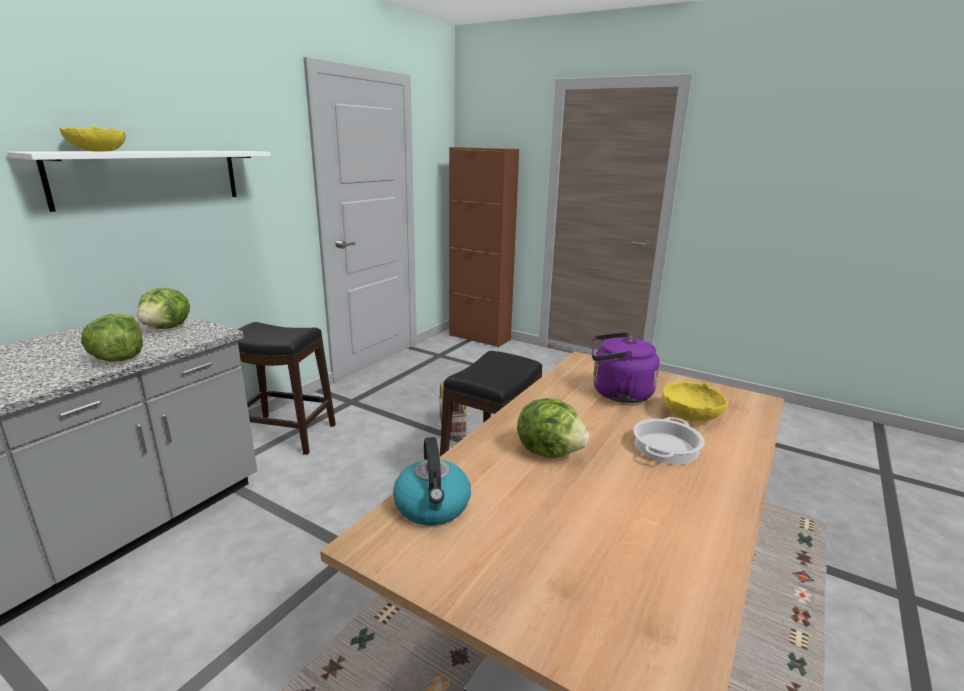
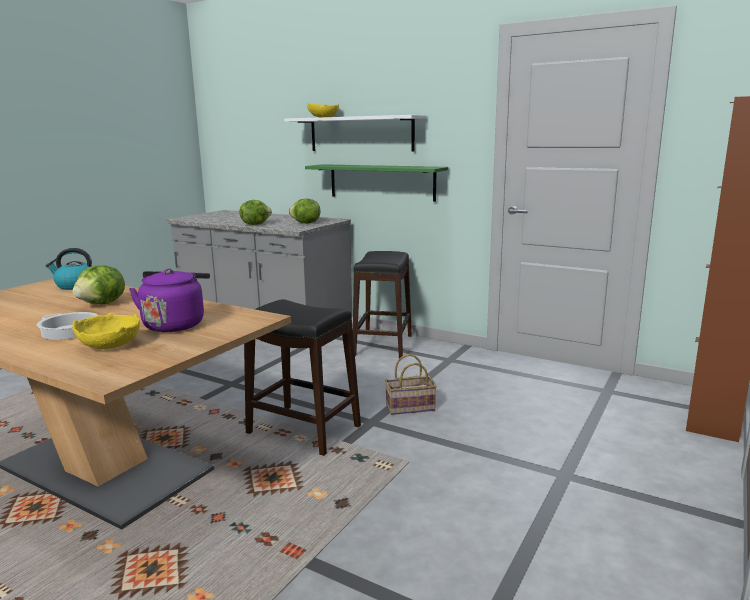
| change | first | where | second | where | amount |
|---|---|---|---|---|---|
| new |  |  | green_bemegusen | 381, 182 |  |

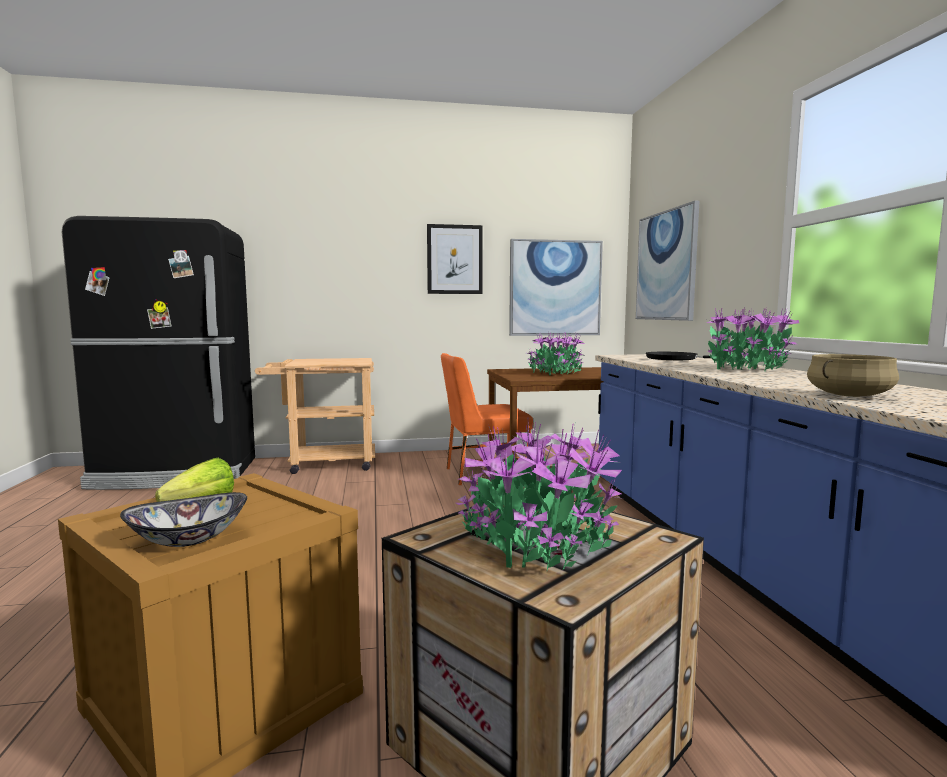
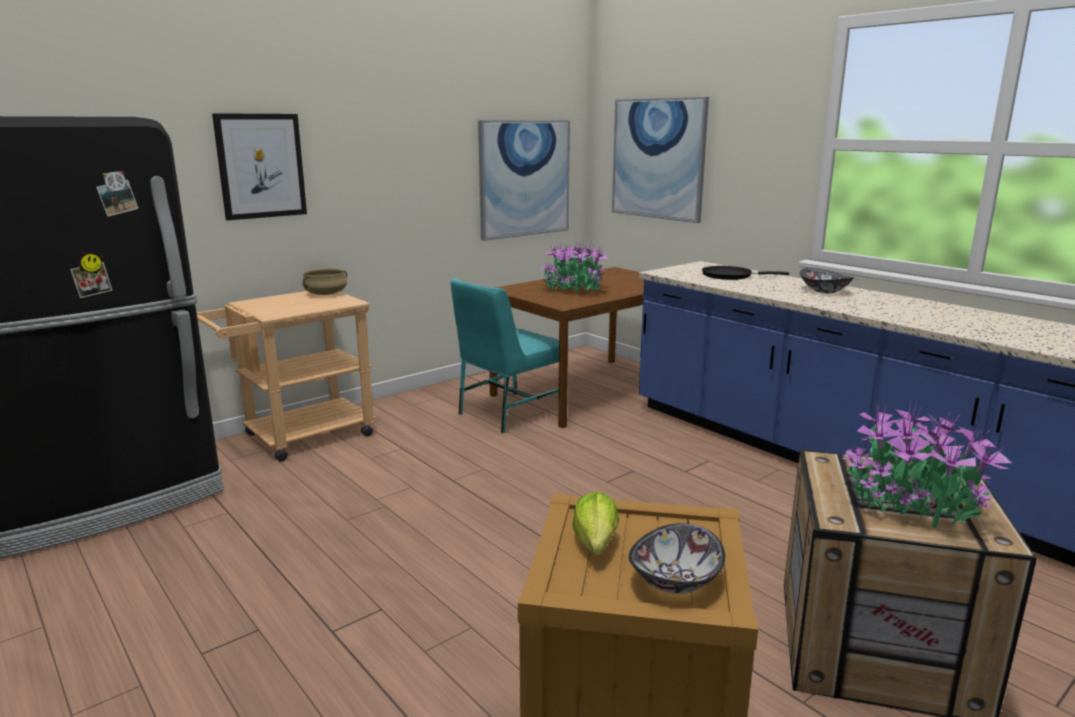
| change | first | where | second | where | amount |
|---|---|---|---|---|---|
| shifted | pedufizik | 454, 259 |  | 261, 166 |  |
| shifted | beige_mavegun | 850, 396 |  | 326, 294 |  |
| repainted | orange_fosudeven | 484, 474 | turquoise_fosudeven | 508, 413 |  |
| swapped | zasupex | 746, 369 | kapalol | 823, 291 |  |

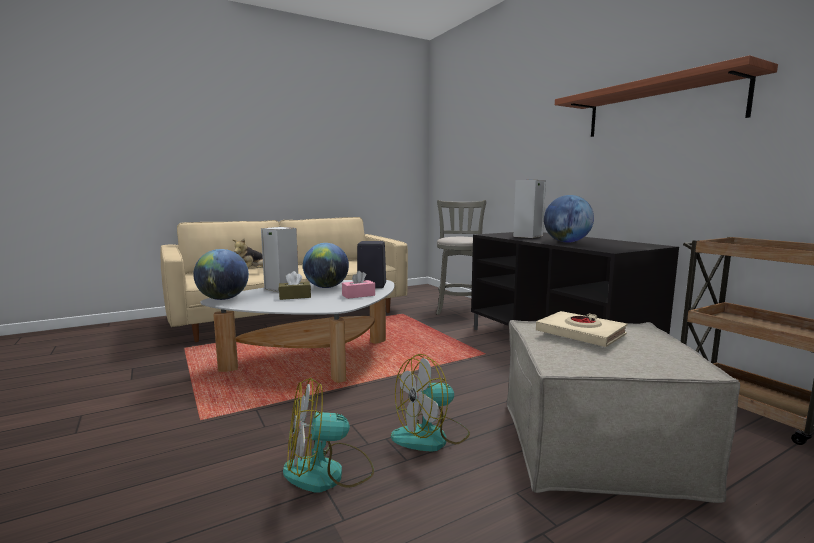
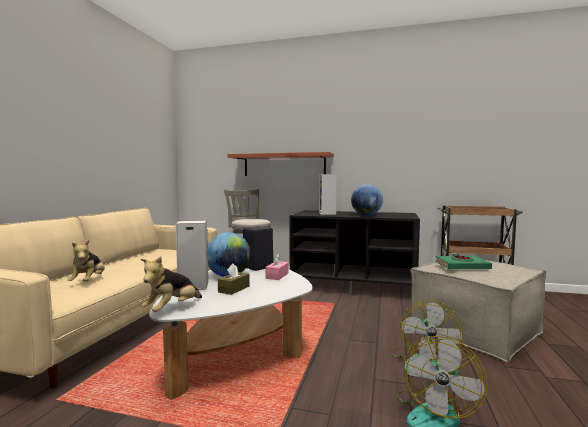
| change | first | where | second | where | amount |
|---|---|---|---|---|---|
| swapped | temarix | 223, 299 | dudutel | 172, 309 |  |
| shifted | bemegusen | 660, 108 |  | 284, 165 |  |
| repainted | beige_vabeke | 580, 334 | green_vabeke | 462, 266 |  |

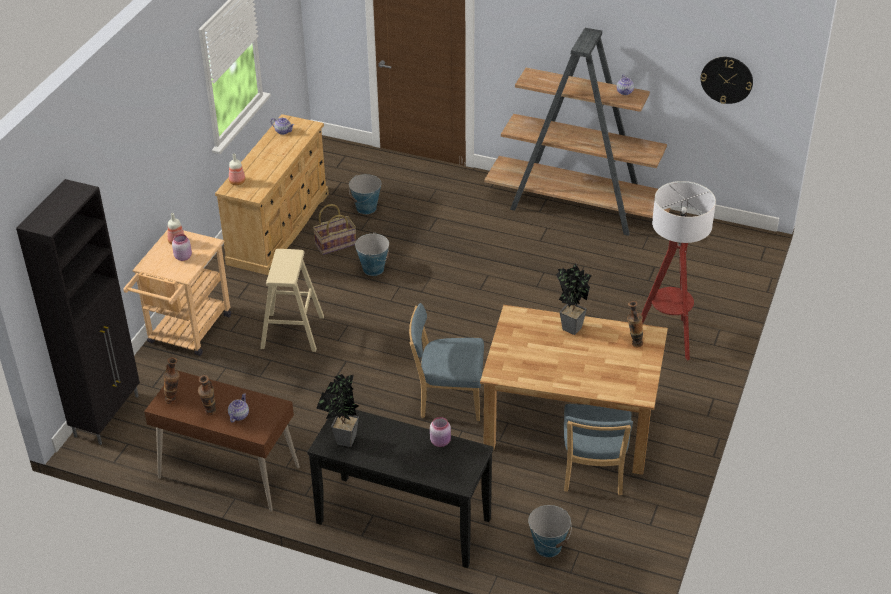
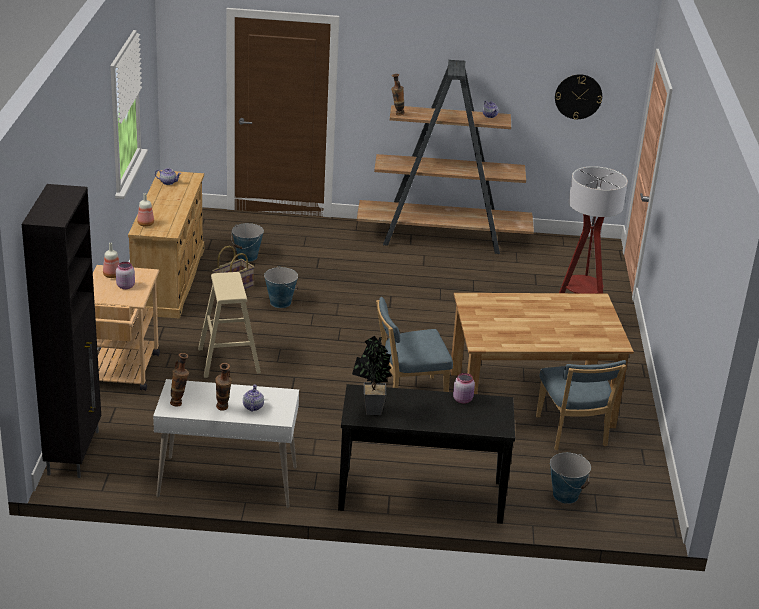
| change | first | where | second | where | amount |
|---|---|---|---|---|---|
| repainted | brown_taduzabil | 228, 473 | white_taduzabil | 227, 482 |  |
| shifted | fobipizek | 633, 343 |  | 396, 114 |  |
| gone | zasupex | 570, 326 |  |  |  |

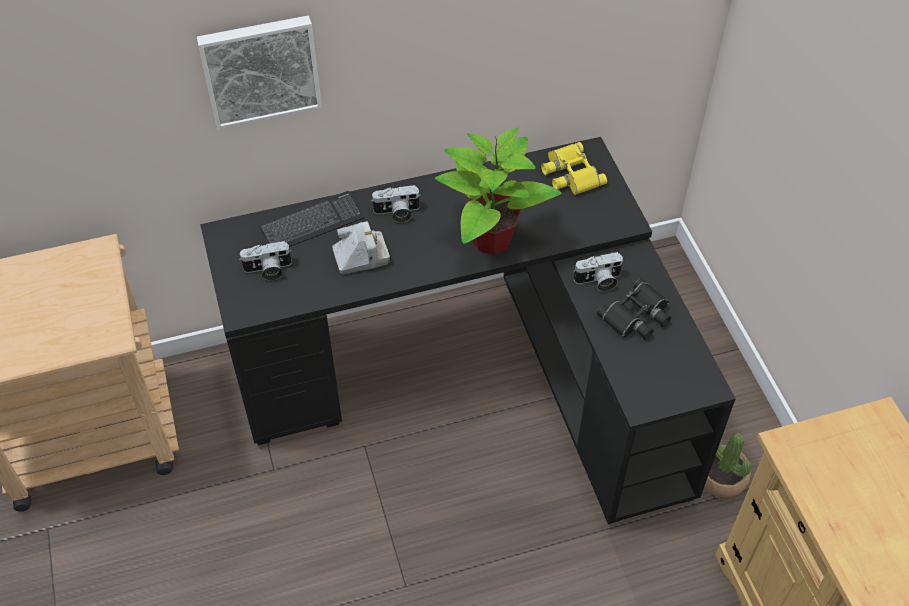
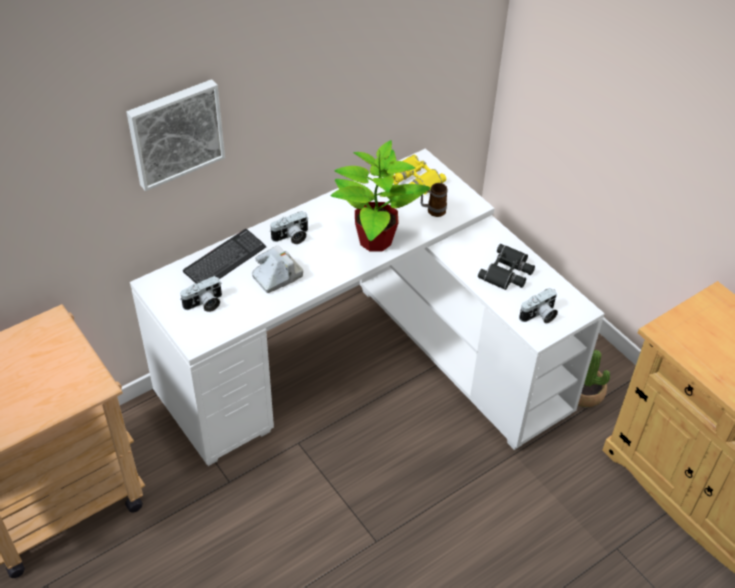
| change | first | where | second | where | amount |
|---|---|---|---|---|---|
| repainted | black_taduzabil | 478, 373 | white_taduzabil | 367, 363 |  |
| new |  |  | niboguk | 432, 211 |  |
| shifted | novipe | 598, 281 |  | 539, 316 |  |

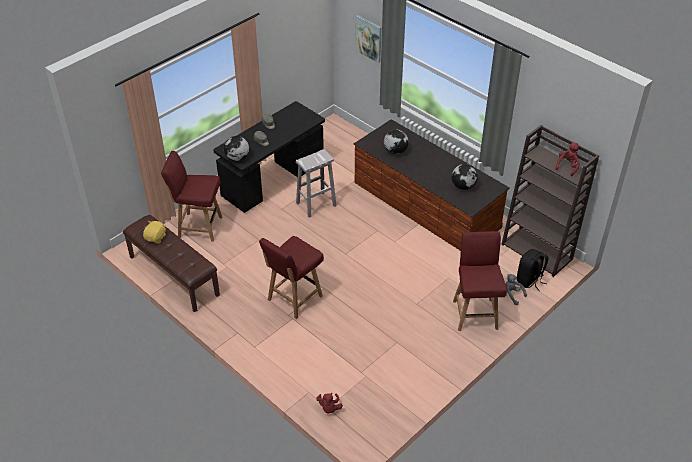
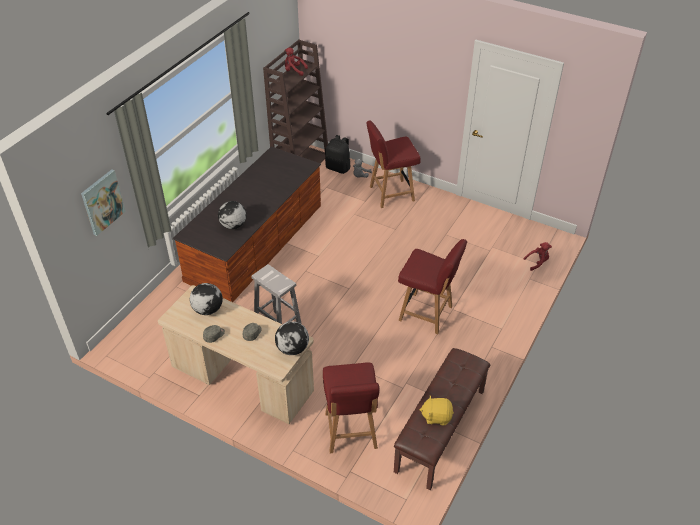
| change | first | where | second | where | amount |
|---|---|---|---|---|---|
| repainted | black_taduzabil | 273, 179 | beige_taduzabil | 242, 380 |  |
| shifted | temarix | 463, 186 |  | 207, 309 |  |

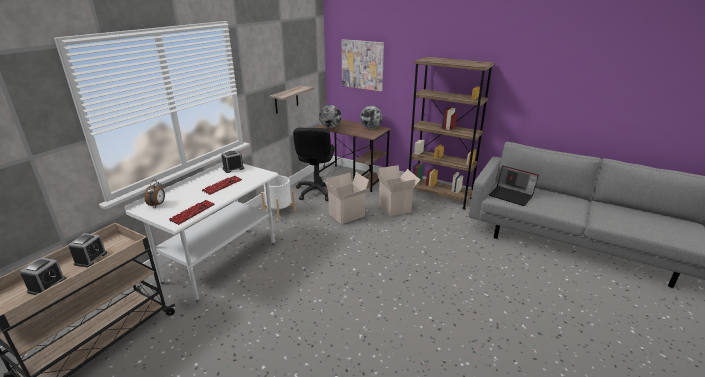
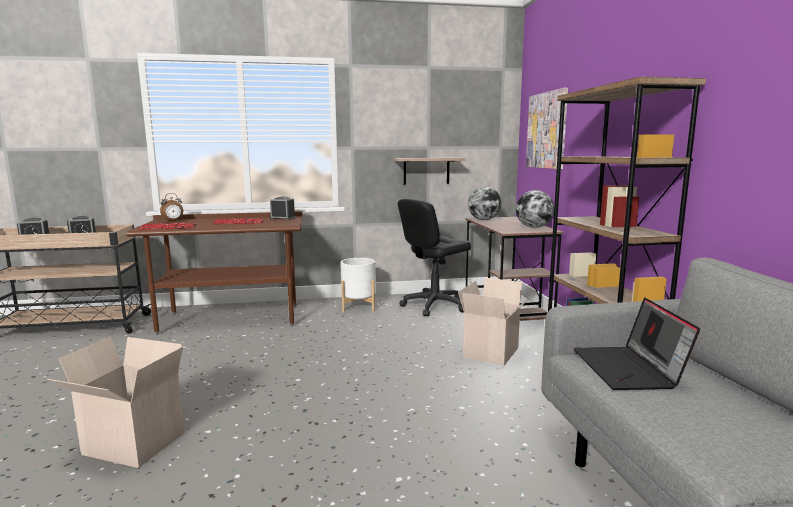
| change | first | where | second | where | amount |
|---|---|---|---|---|---|
| shifted | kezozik | 346, 215 |  | 131, 445 |  |
| repainted | white_taduzabil | 221, 262 | brown_taduzabil | 231, 319 |  |

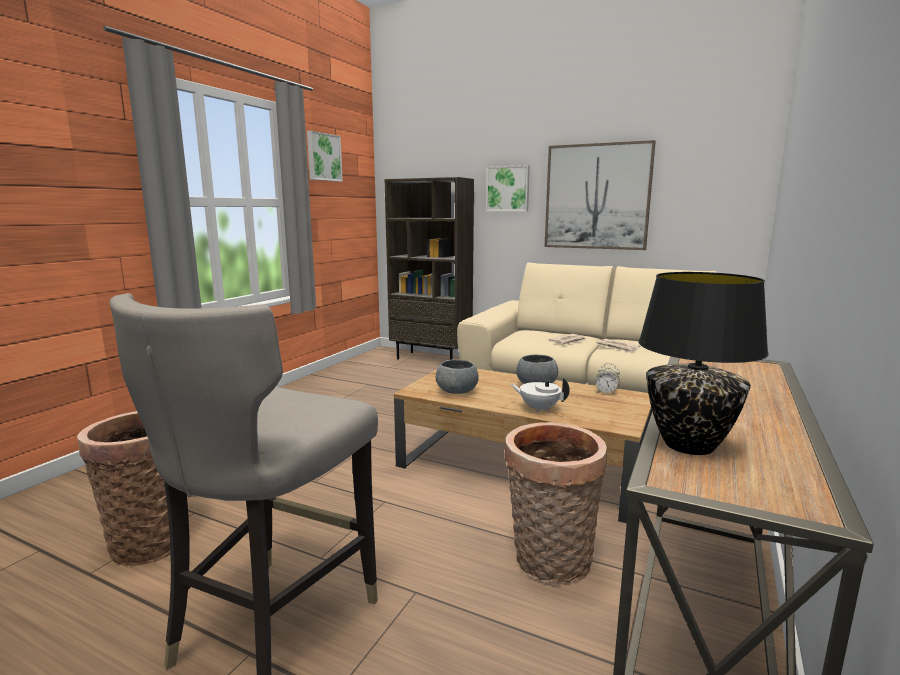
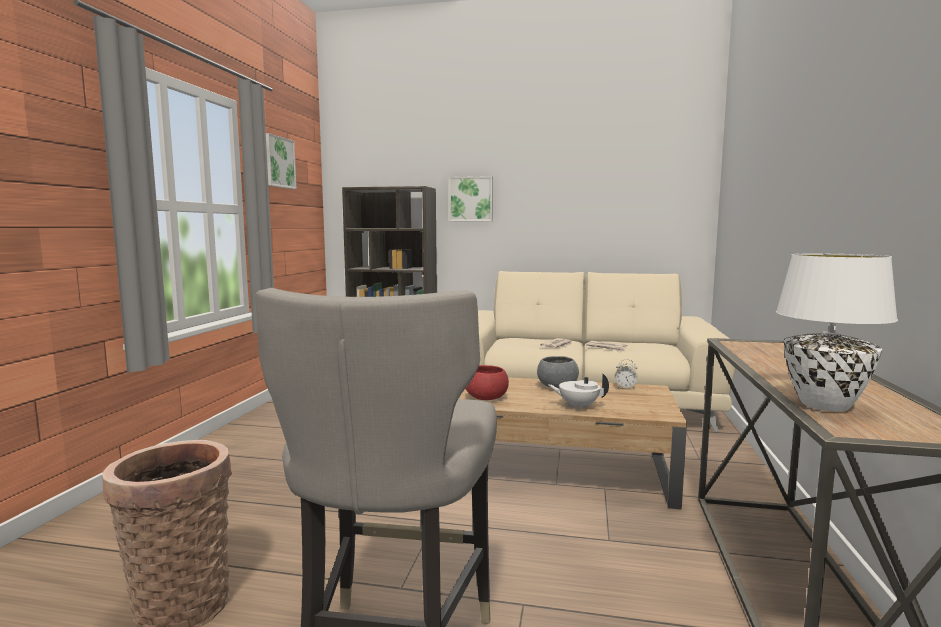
| change | first | where | second | where | amount |
|---|---|---|---|---|---|
| repainted | grey_kapalol | 457, 392 | red_kapalol | 486, 398 |  |
| repainted | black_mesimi | 690, 445 | white_mesimi | 826, 405 |  |
| gone | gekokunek | 549, 563 |  |  |  |
| gone | pedufizik | 597, 197 |  |  |  |

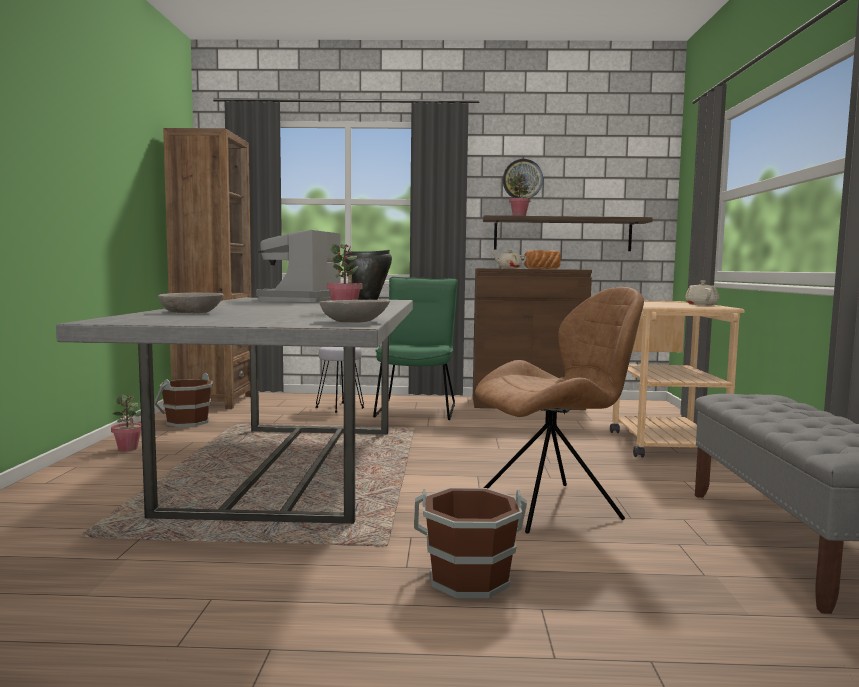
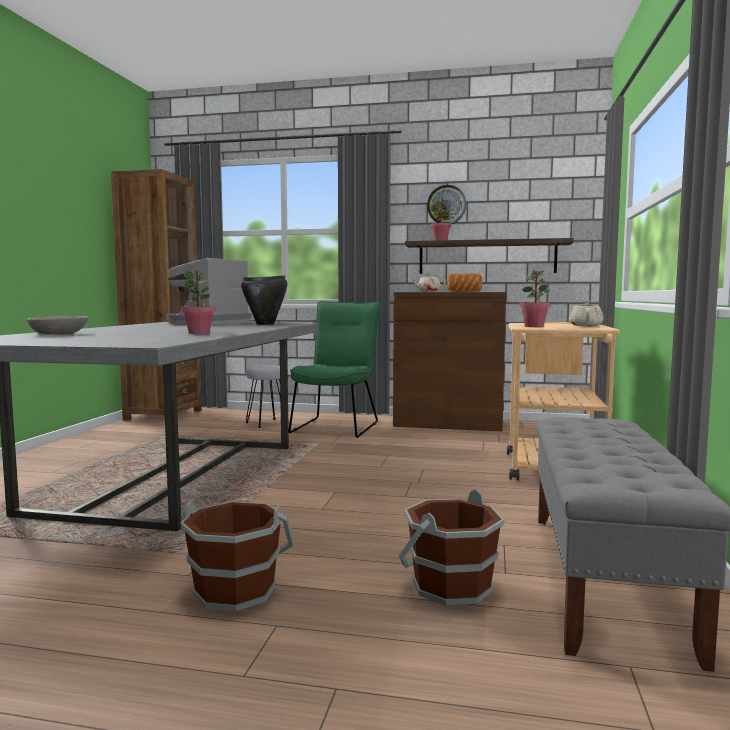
| change | first | where | second | where | amount |
|---|---|---|---|---|---|
| shifted | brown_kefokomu | 187, 422 |  | 450, 585 |  |
| shifted | zasupex | 128, 448 |  | 534, 326 |  |
| gone | grey_kapalol | 354, 321 |  |  |  |
| gone | brown_fosudeven | 553, 506 |  |  |  |

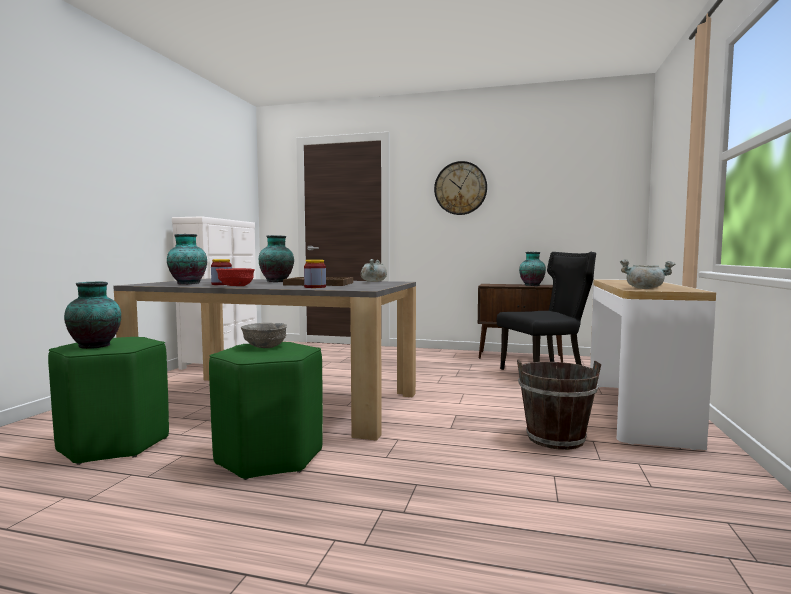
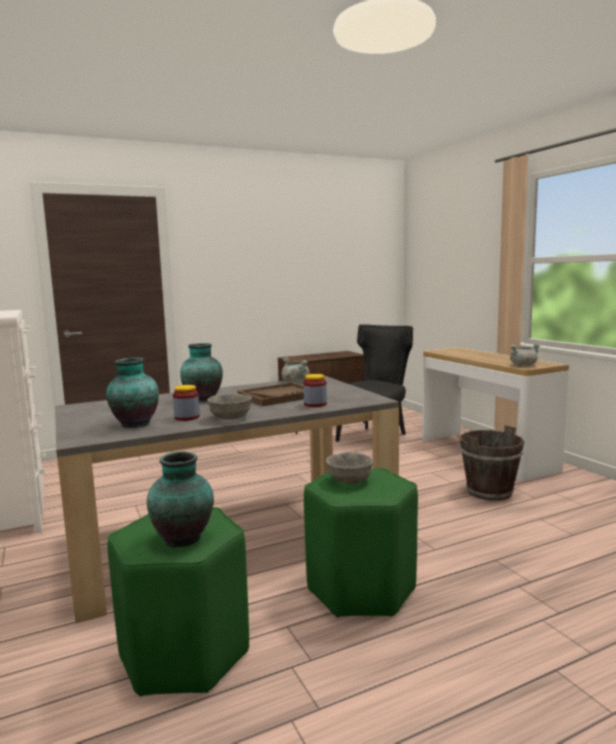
| change | first | where | second | where | amount |
|---|---|---|---|---|---|
| repainted | red_kapalol | 235, 286 | grey_kapalol | 230, 418 |  |
| gone | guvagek | 460, 188 |  |  |  |
| gone | fobipizek | 531, 285 |  |  |  |

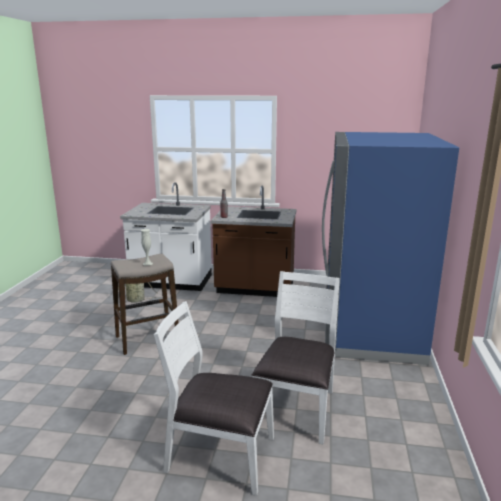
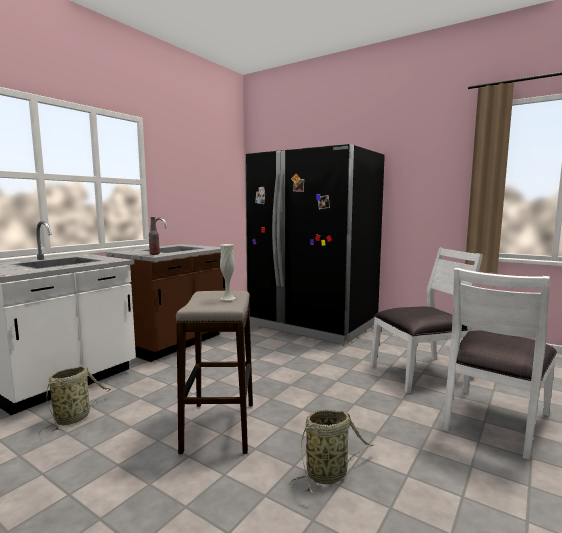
| change | first | where | second | where | amount |
|---|---|---|---|---|---|
| repainted | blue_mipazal | 370, 329 | black_mipazal | 313, 324 |  |
| new |  |  | gekokunek | 329, 474 |  |
| rotated | white_fosudeven | 296, 408 |  | 421, 373 | 120 degrees clockwise |

